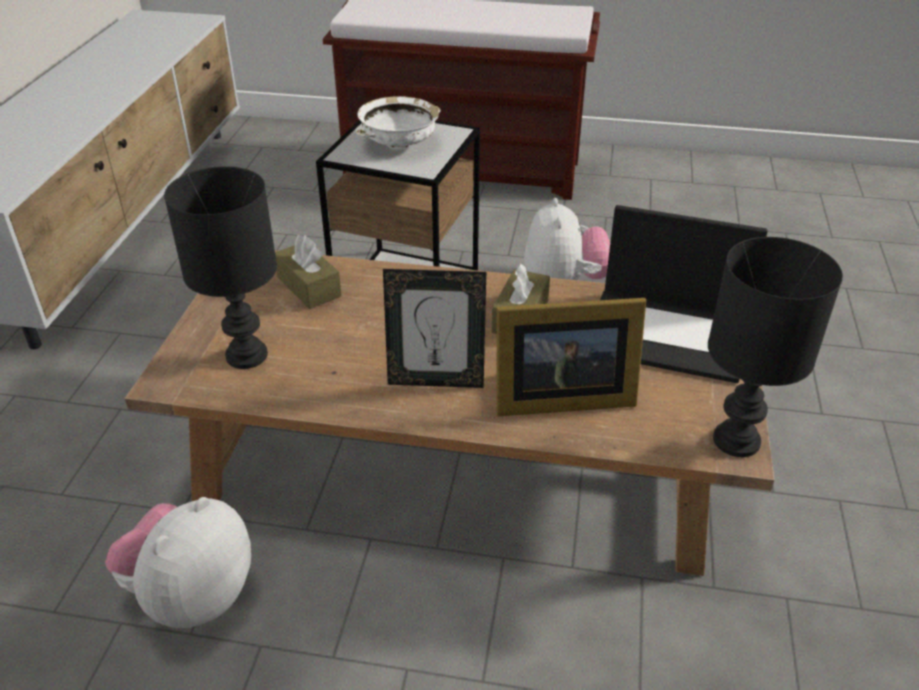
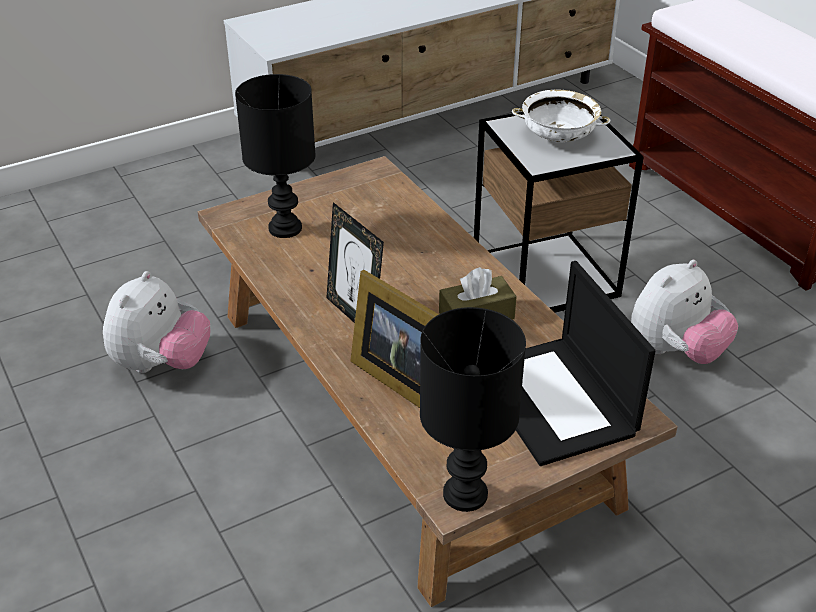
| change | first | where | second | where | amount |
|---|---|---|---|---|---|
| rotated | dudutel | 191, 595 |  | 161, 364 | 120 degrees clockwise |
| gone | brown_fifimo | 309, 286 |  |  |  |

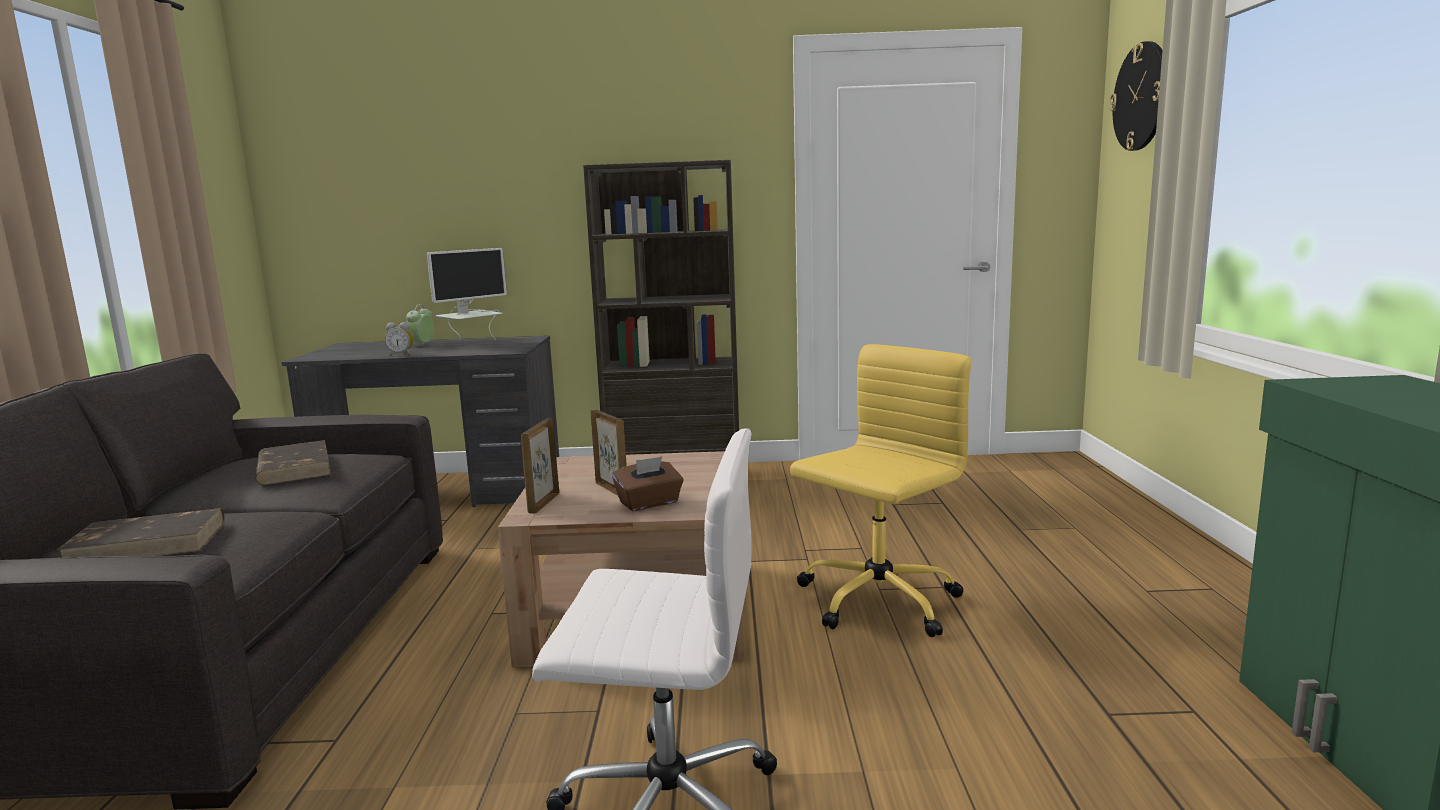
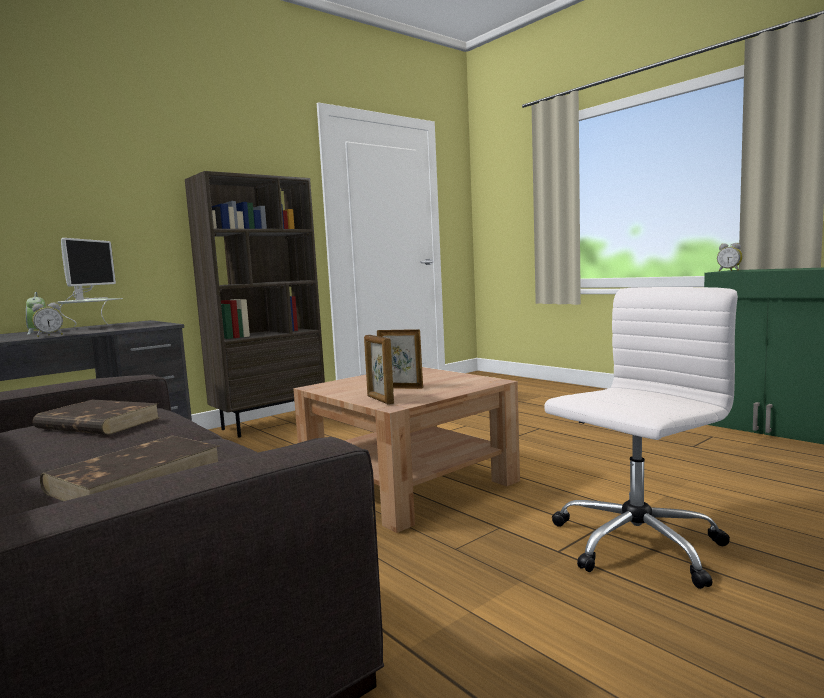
| change | first | where | second | where | amount |
|---|---|---|---|---|---|
| new |  |  | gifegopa | 729, 270 |  |
| gone | brown_fifimo | 649, 503 |  |  |  |
| gone | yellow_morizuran | 876, 601 |  |  |  |
| gone | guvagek | 1141, 97 |  |  |  |

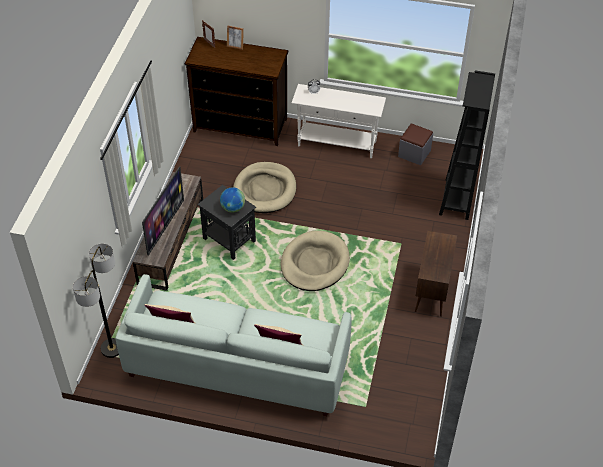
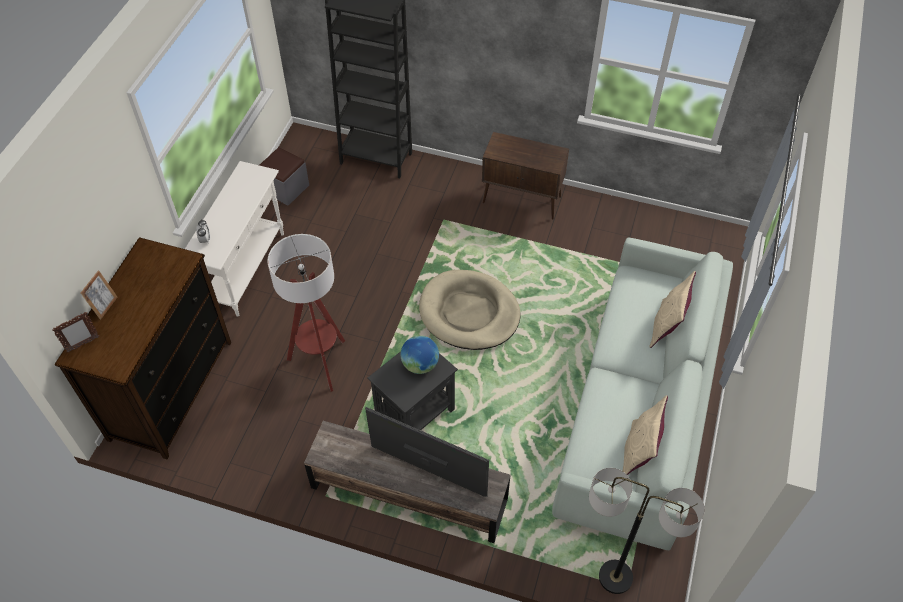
| change | first | where | second | where | amount |
|---|---|---|---|---|---|
| swapped | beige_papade | 265, 190 | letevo | 321, 363 |  |

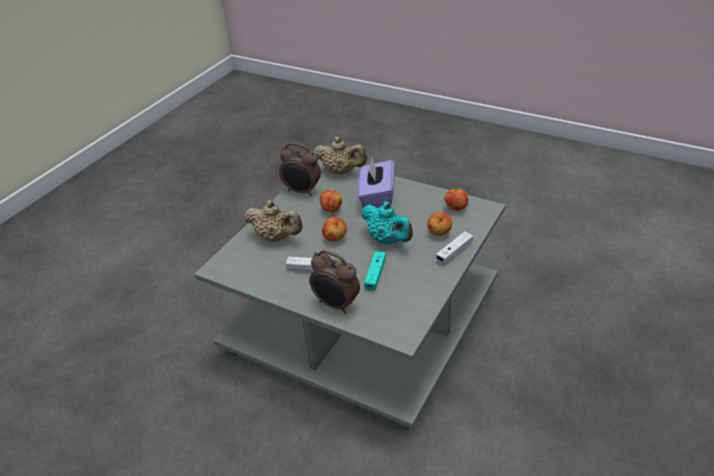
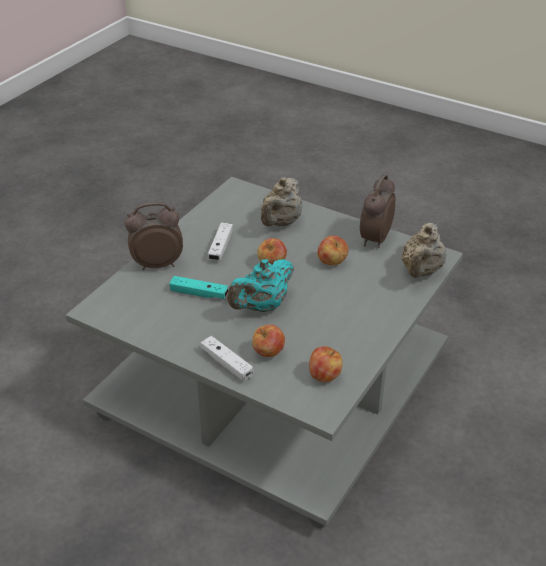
| change | first | where | second | where | amount |
|---|---|---|---|---|---|
| rotated | gifegopa | 336, 305 |  | 157, 264 | 45 degrees clockwise |
| gone | purple_fifimo | 377, 198 |  |  |  |

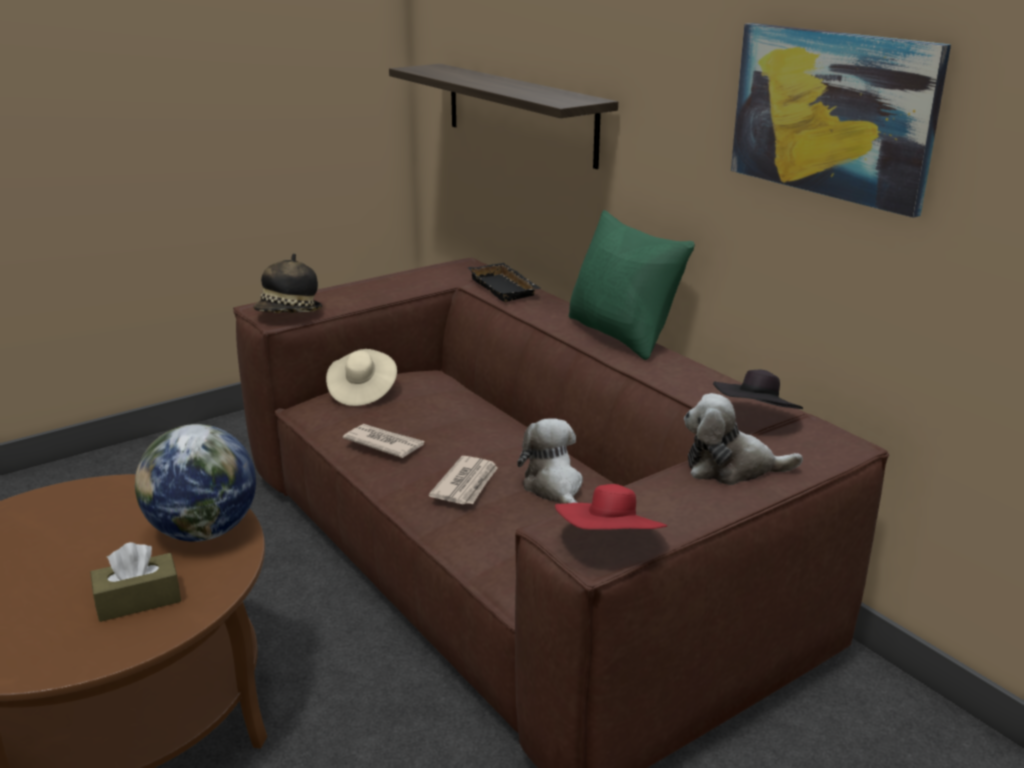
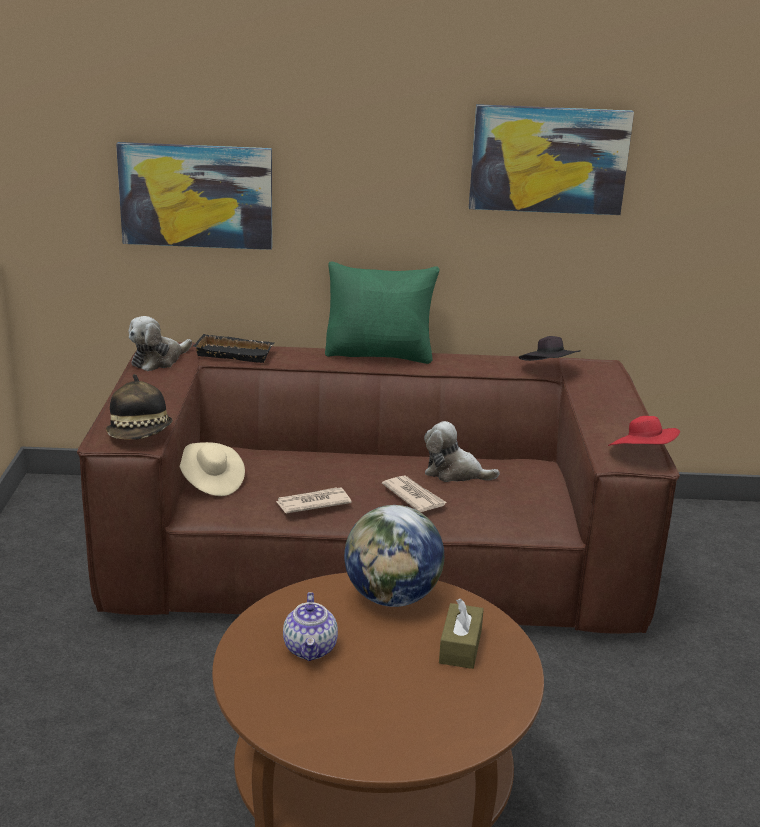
| change | first | where | second | where | amount |
|---|---|---|---|---|---|
| swapped | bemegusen | 519, 113 | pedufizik | 196, 195 |  |
| shifted | dudutel | 731, 468 |  | 158, 360 |  |
| new |  |  | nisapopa | 311, 649 |  |

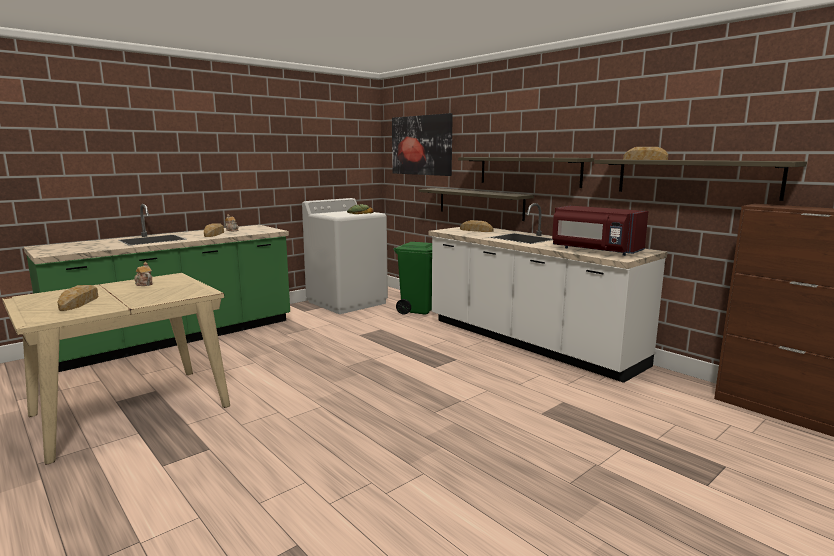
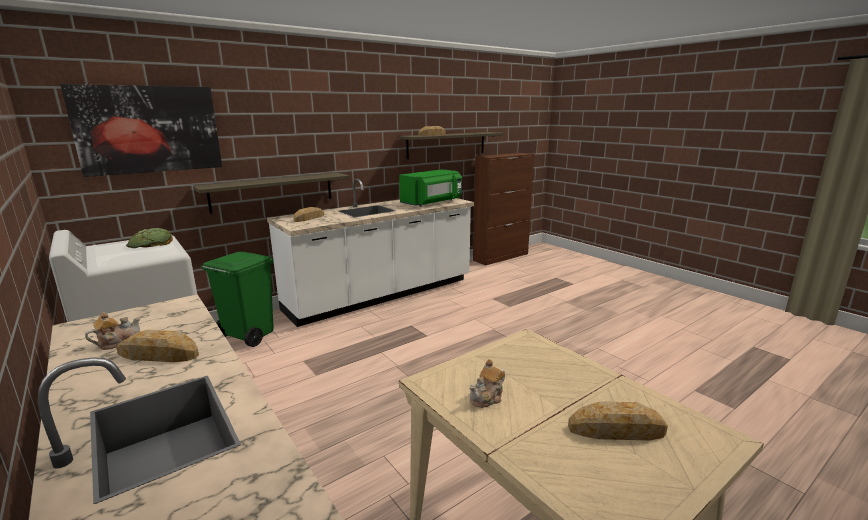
| change | first | where | second | where | amount |
|---|---|---|---|---|---|
| repainted | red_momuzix | 594, 250 | green_momuzix | 432, 202 |  |
| gone | bemegusen | 528, 171 |  |  |  |

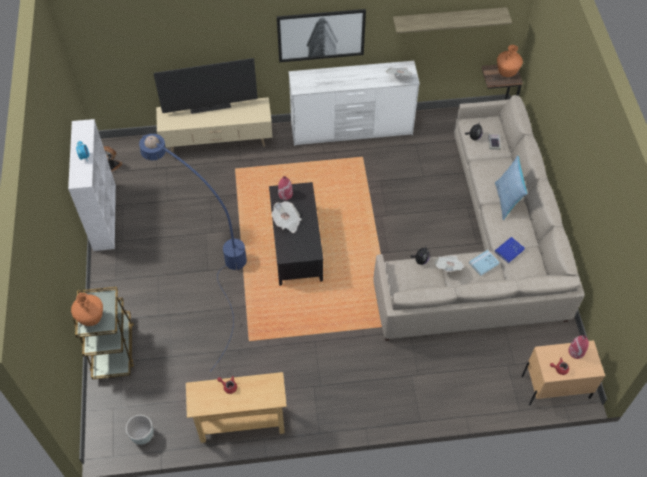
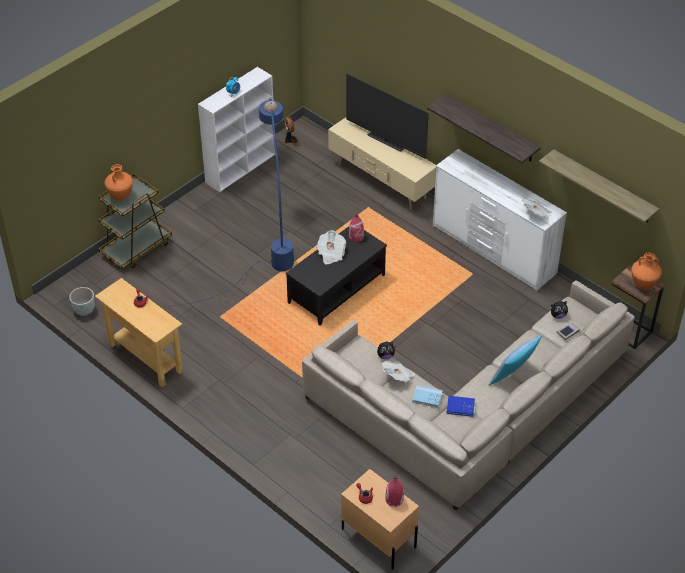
| change | first | where | second | where | amount |
|---|---|---|---|---|---|
| swapped | pedufizik | 321, 35 | bemegusen | 491, 128 |  |

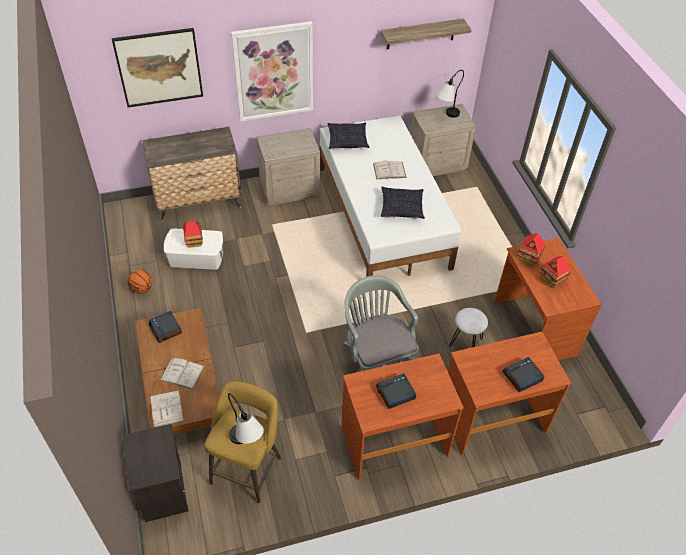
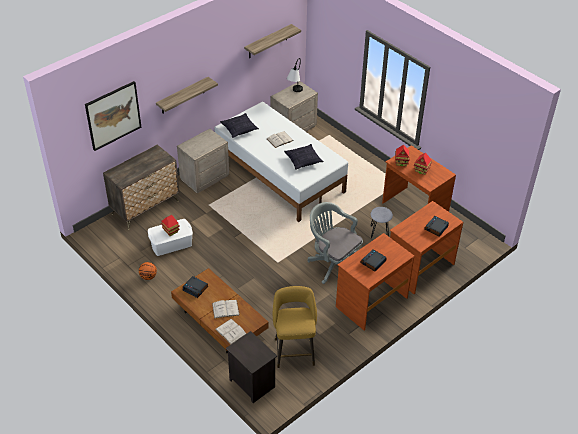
| change | first | where | second | where | amount |
|---|---|---|---|---|---|
| swapped | pedufizik | 274, 72 | bemegusen | 183, 96 |  |
| gone | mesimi | 246, 445 |  |  |  |

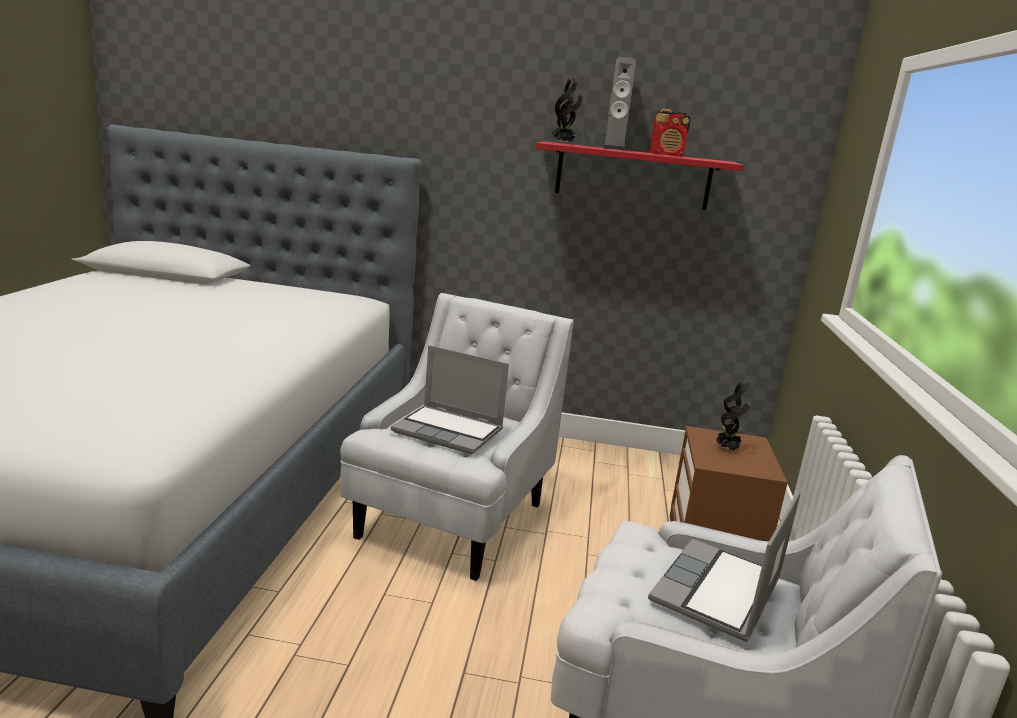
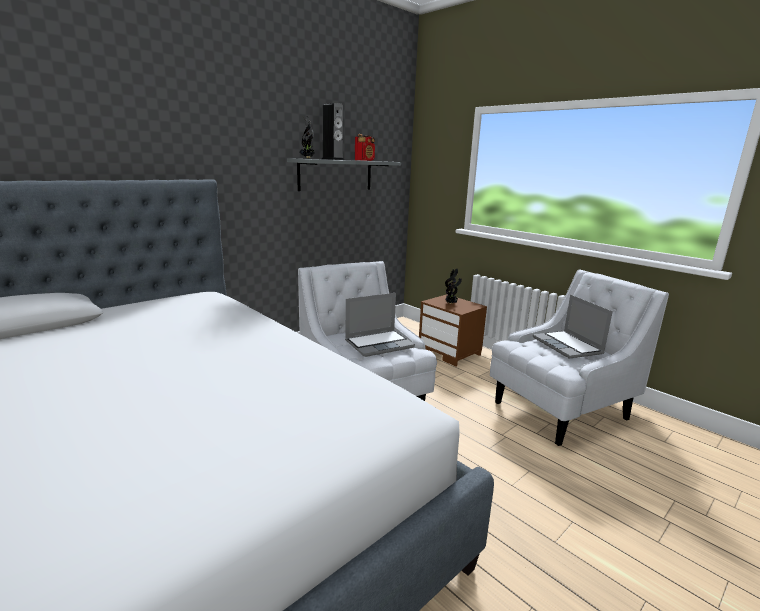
| change | first | where | second | where | amount |
|---|---|---|---|---|---|
| repainted | red_bemegusen | 633, 176 | grey_bemegusen | 336, 175 |  |

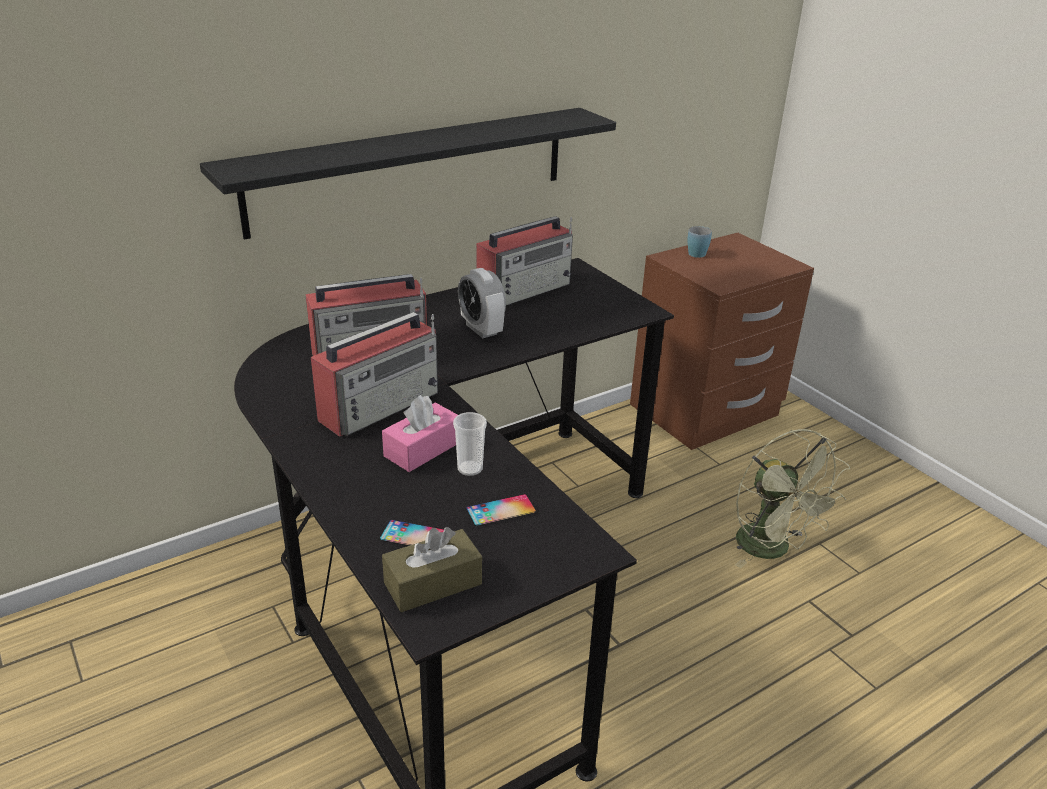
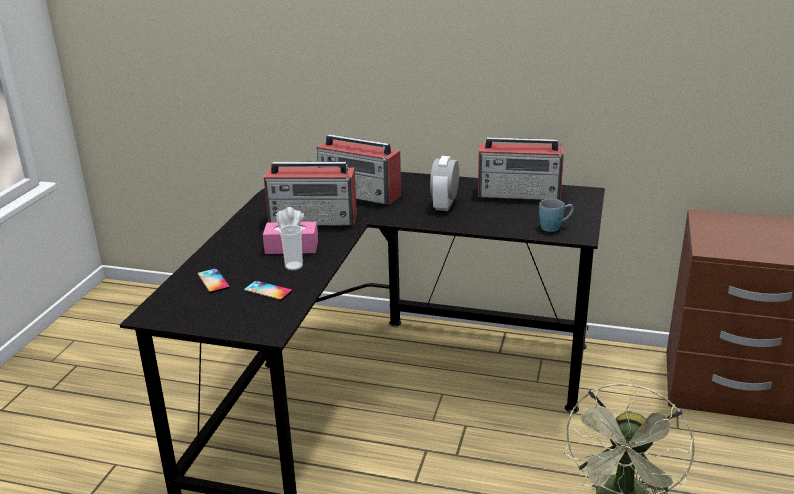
| change | first | where | second | where | amount |
|---|---|---|---|---|---|
| shifted | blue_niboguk | 698, 252 |  | 555, 227 |  |
| gone | black_bemegusen | 412, 170 |  |  |  |
| gone | brown_fifimo | 433, 583 |  |  |  |

